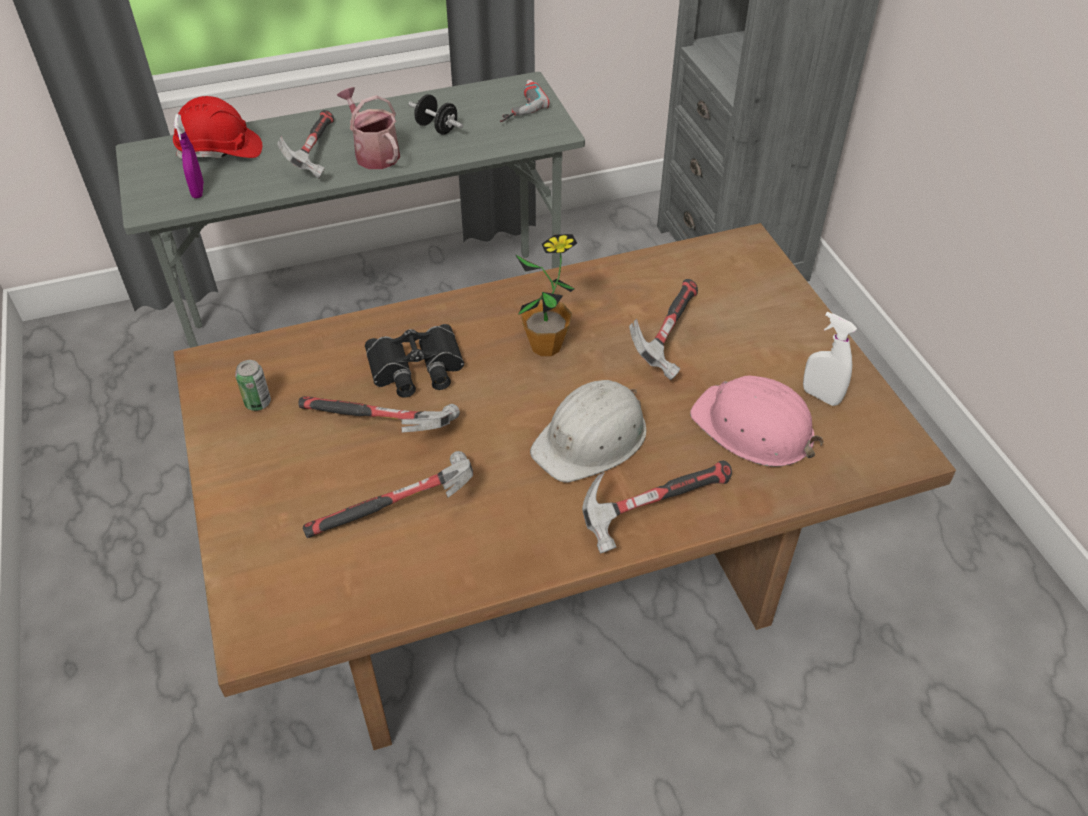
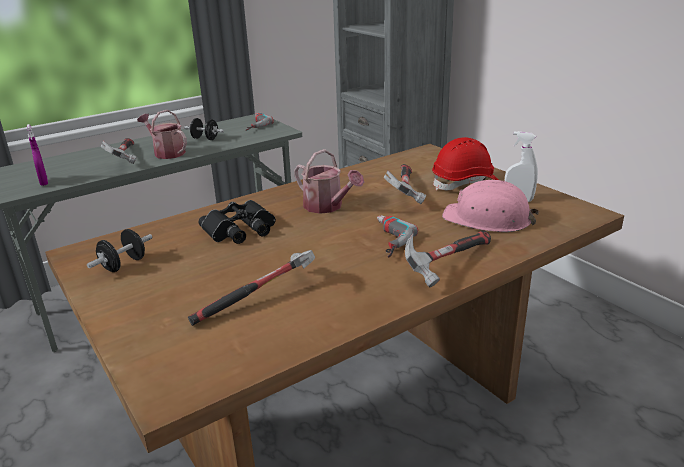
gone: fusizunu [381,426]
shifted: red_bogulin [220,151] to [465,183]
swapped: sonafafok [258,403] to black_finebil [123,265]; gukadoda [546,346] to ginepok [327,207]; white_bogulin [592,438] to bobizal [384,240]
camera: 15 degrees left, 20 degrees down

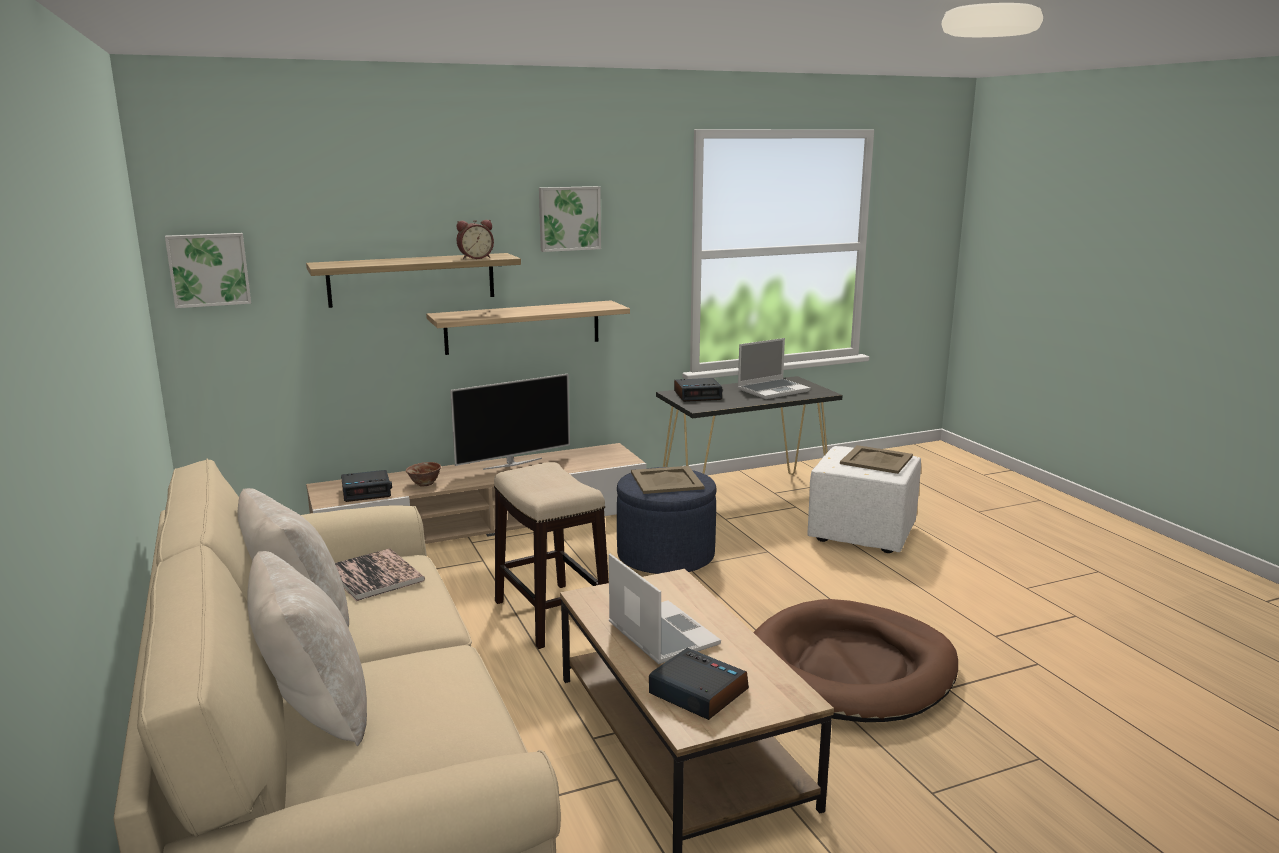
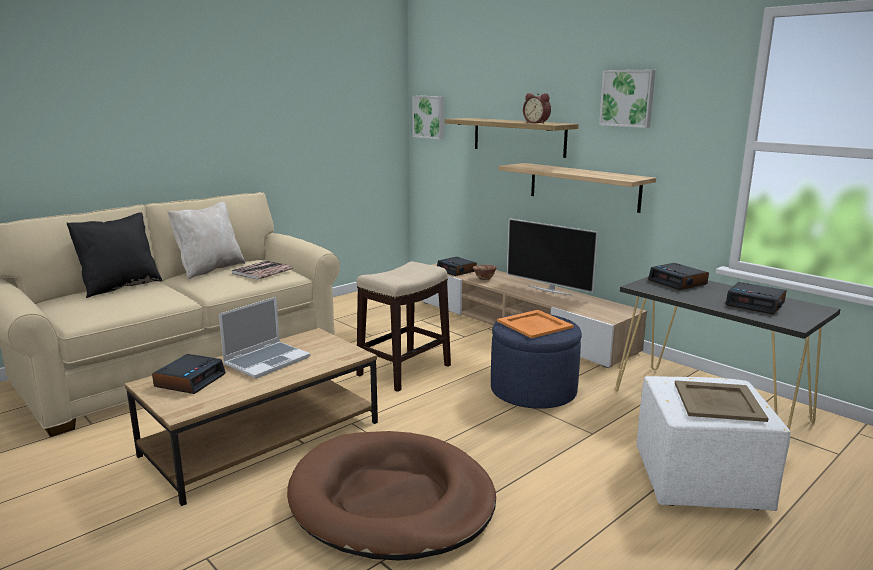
swapped: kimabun [773,390] to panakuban [755,304]
repainted: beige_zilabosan [313,710] to black_zilabosan [120,286]; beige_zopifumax [667,480] to orange_zopifumax [535,324]
camera: 70 degrees right, 0 degrees up

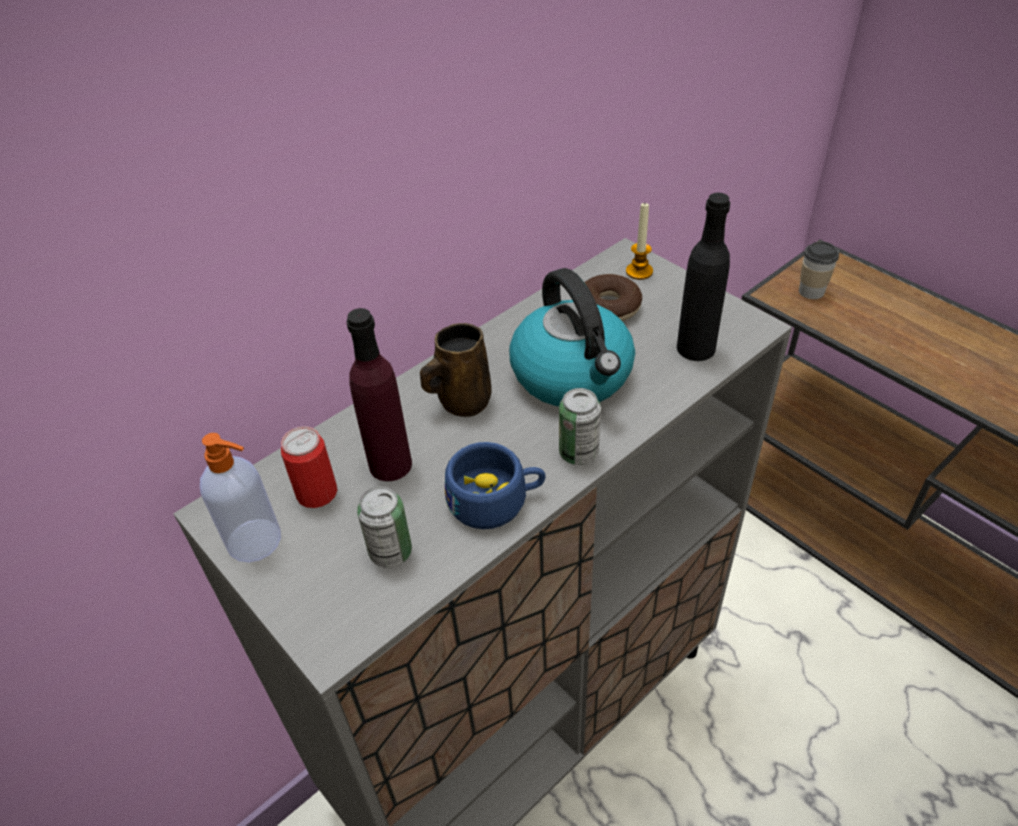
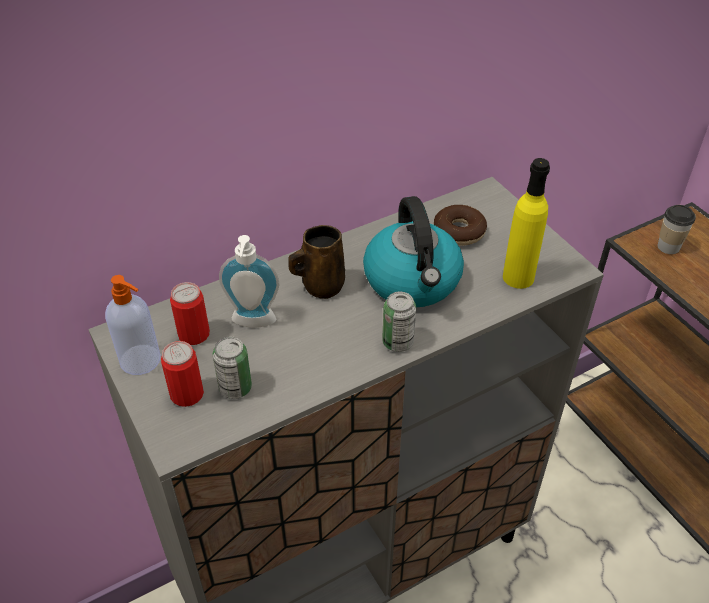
gone: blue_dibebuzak [496,500]; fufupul [639,271]
new: sonafafok [187,394]
swapped: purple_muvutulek [390,464] to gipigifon [253,324]
repainted: black_muvutulek [695,348] to yellow_muvutulek [518,277]
camera: 10 degrees right, 0 degrees up

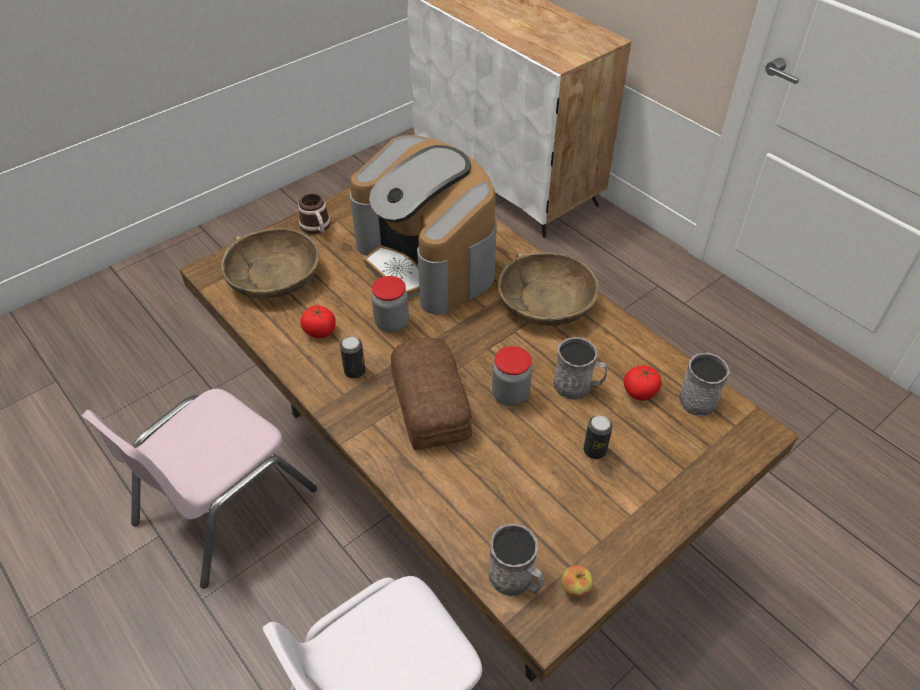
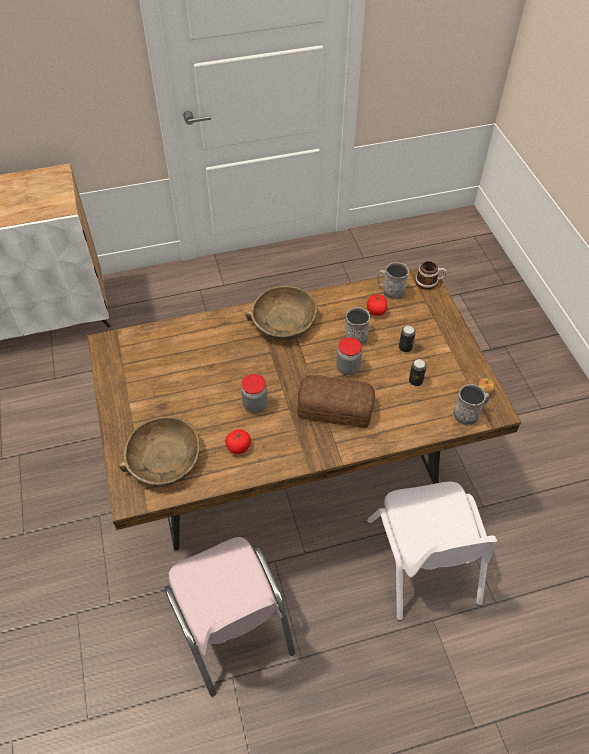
gone: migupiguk [428,260]
shifted: sonafafok [355,371] to [415,381]; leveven [317,228] to [429,282]
camera: 65 degrees left, 5 degrees up

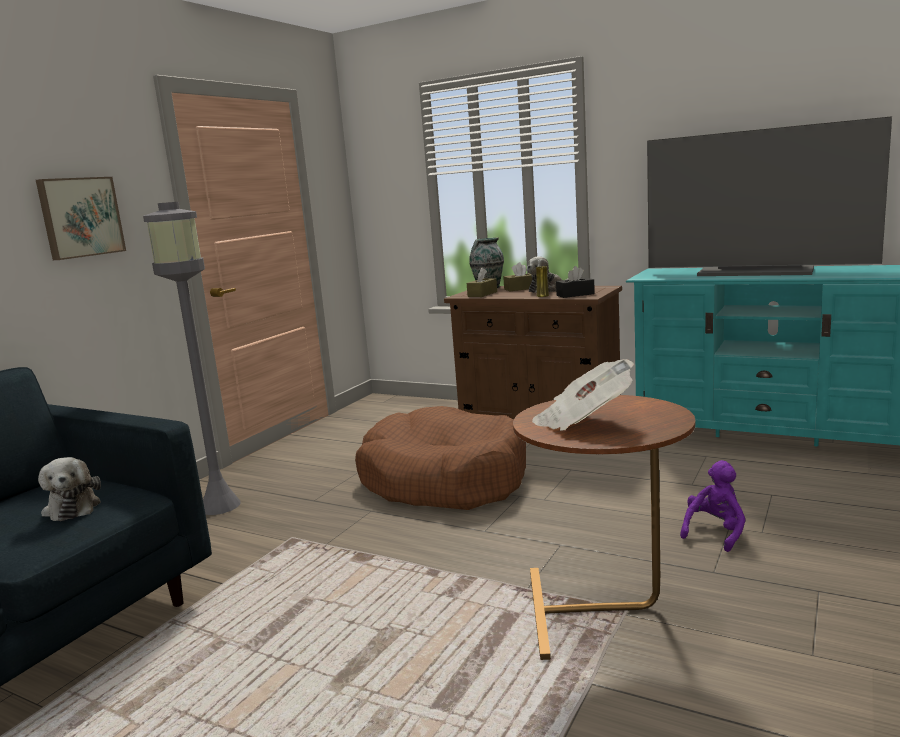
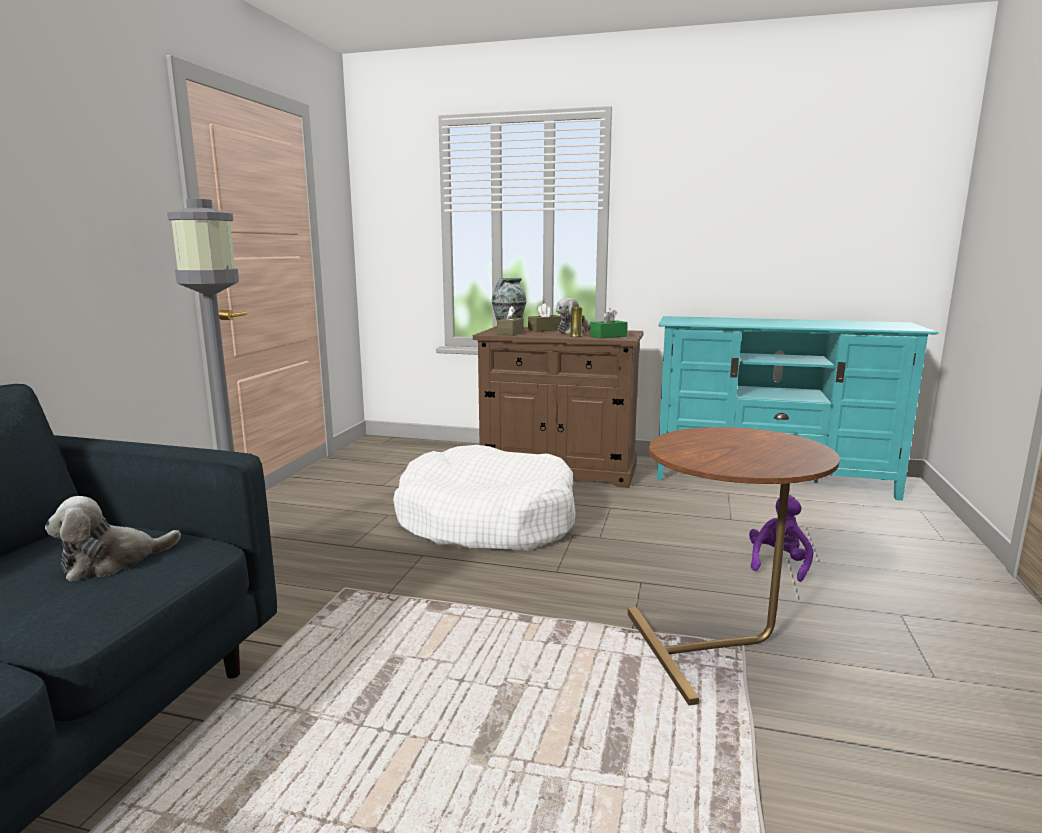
gone: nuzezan [80,217]; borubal [583,421]; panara [756,271]
repainted: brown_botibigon [444,480] to white_botibigon [486,520]; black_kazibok [575,294] to green_kazibok [608,336]
rotated: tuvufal [72,507] = [112,562] 90 degrees clockwise
camera: 15 degrees left, 0 degrees up

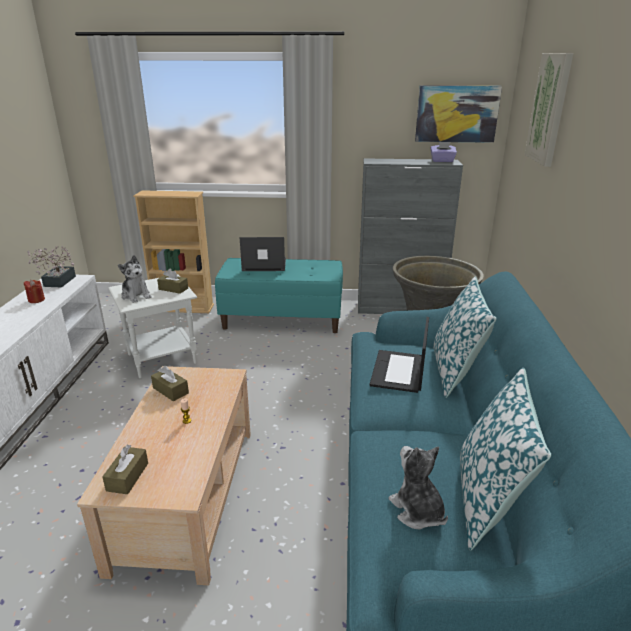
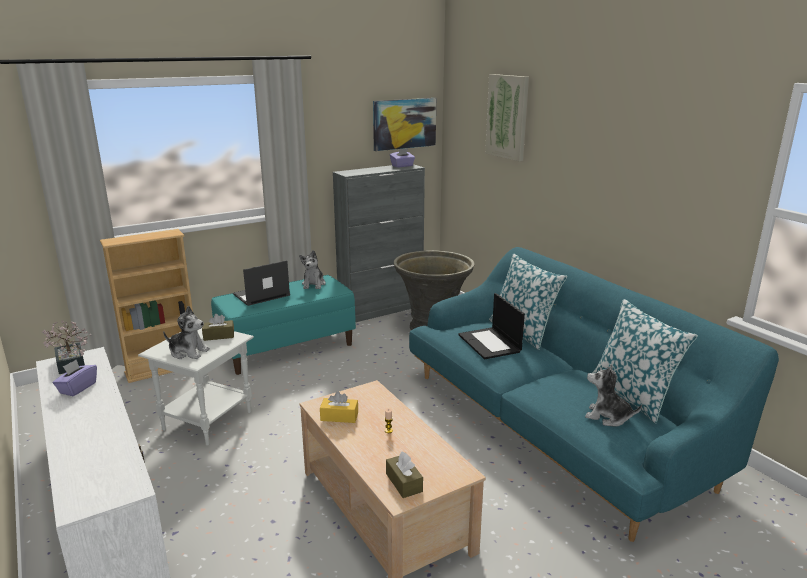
new: tuvufal [313,284]
swapped: red_fufupul [36,300] to purple_kazibok [77,388]
repainted: brown_kazibok [170,390] to yellow_kazibok [339,416]
camera: 35 degrees left, 5 degrees down

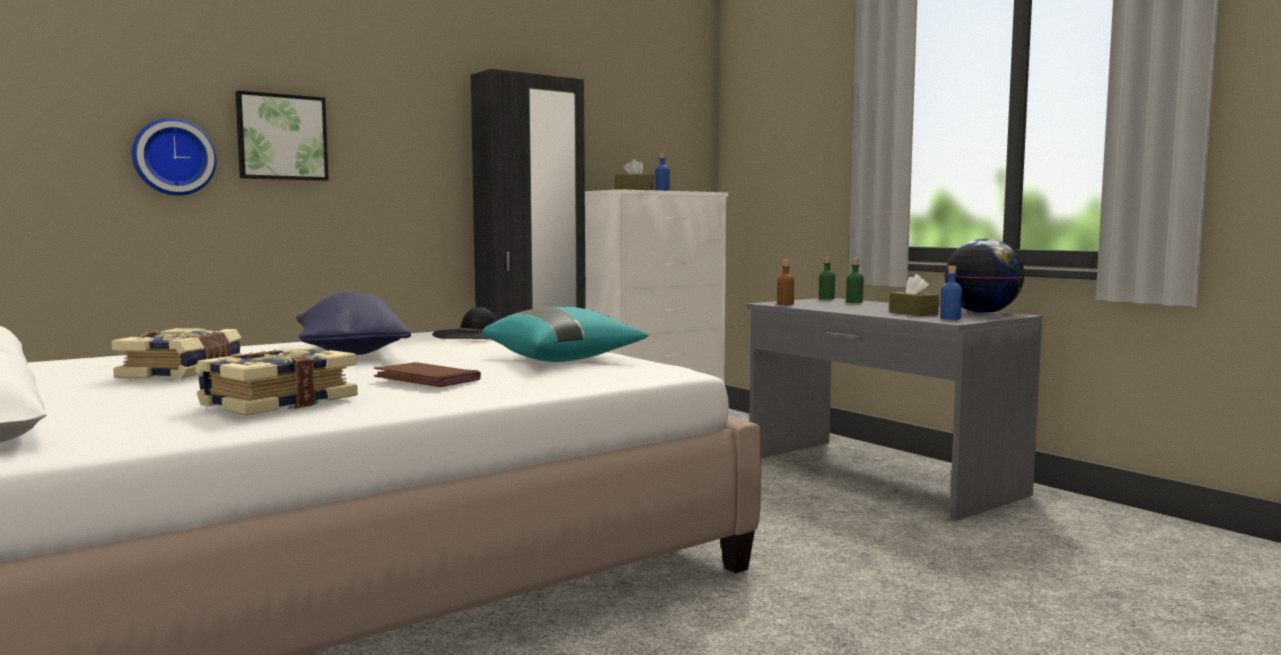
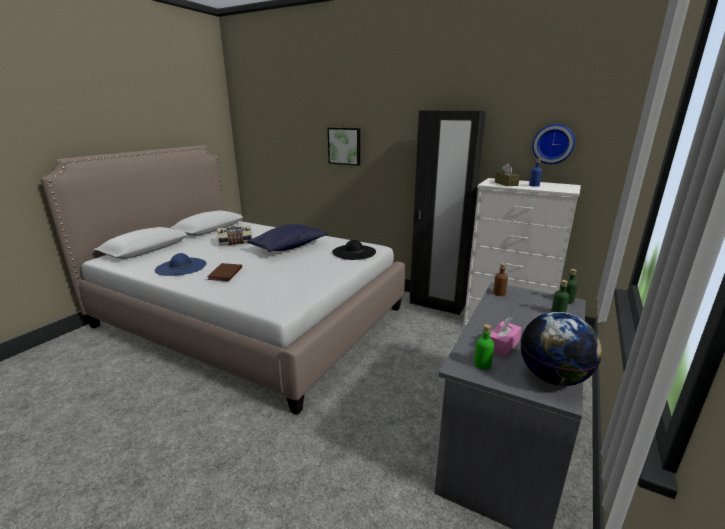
gone: turquoise_zilabosan [564,359]
shifted: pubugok [173,157] to [553,144]
swapped: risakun [277,402] to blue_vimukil [181,267]
repainted: blue_muvutulek [950,318] to green_muvutulek [482,364]; brown_kazibok [913,313] to pink_kazibok [502,345]
camera: 65 degrees right, 15 degrees up

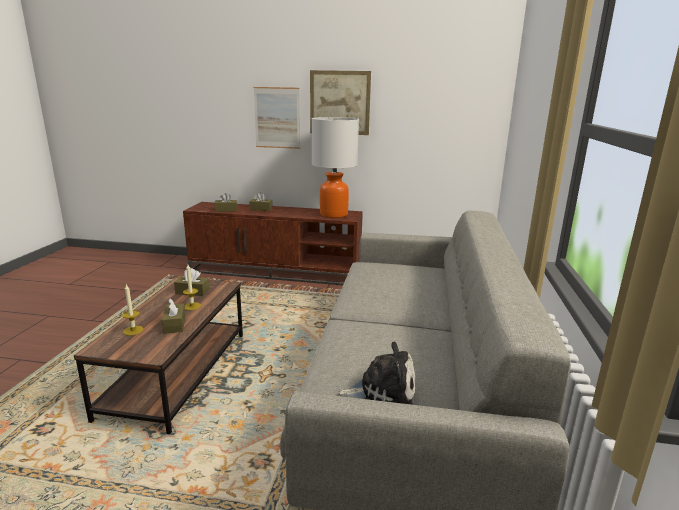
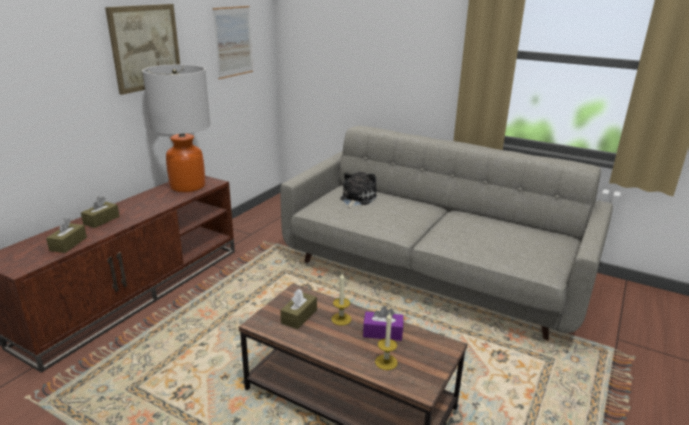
shifted: nuzezan [277,118] to [233,41]; tuvufal [382,393] to [356,199]
repainted: brown_kazibok [174,324] to purple_kazibok [382,332]
camera: 70 degrees left, 5 degrees up

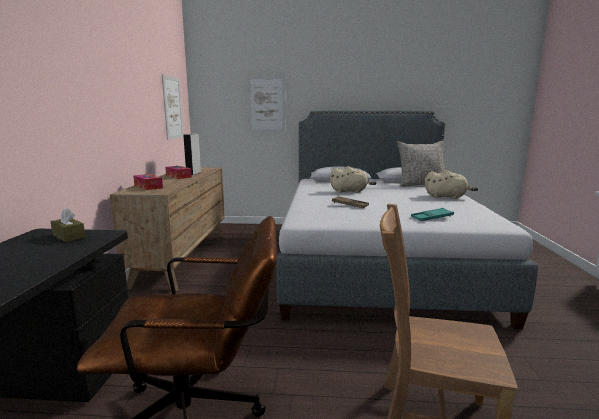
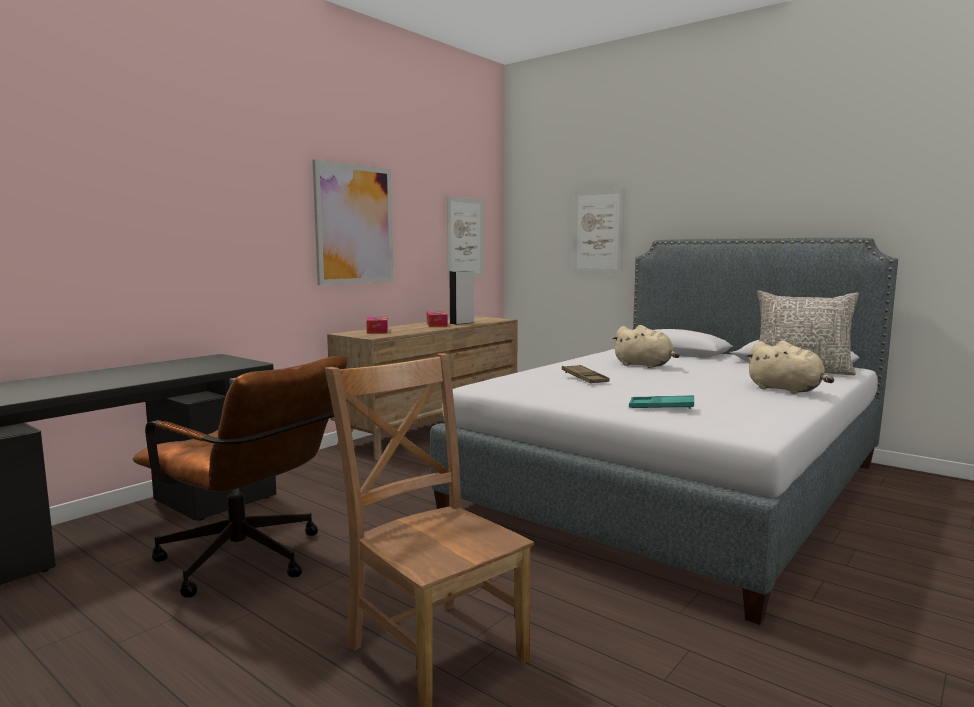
gone: brown_kazibok [69,236]
new: nuzezan [354,224]
camera: 35 degrees right, 5 degrees down

